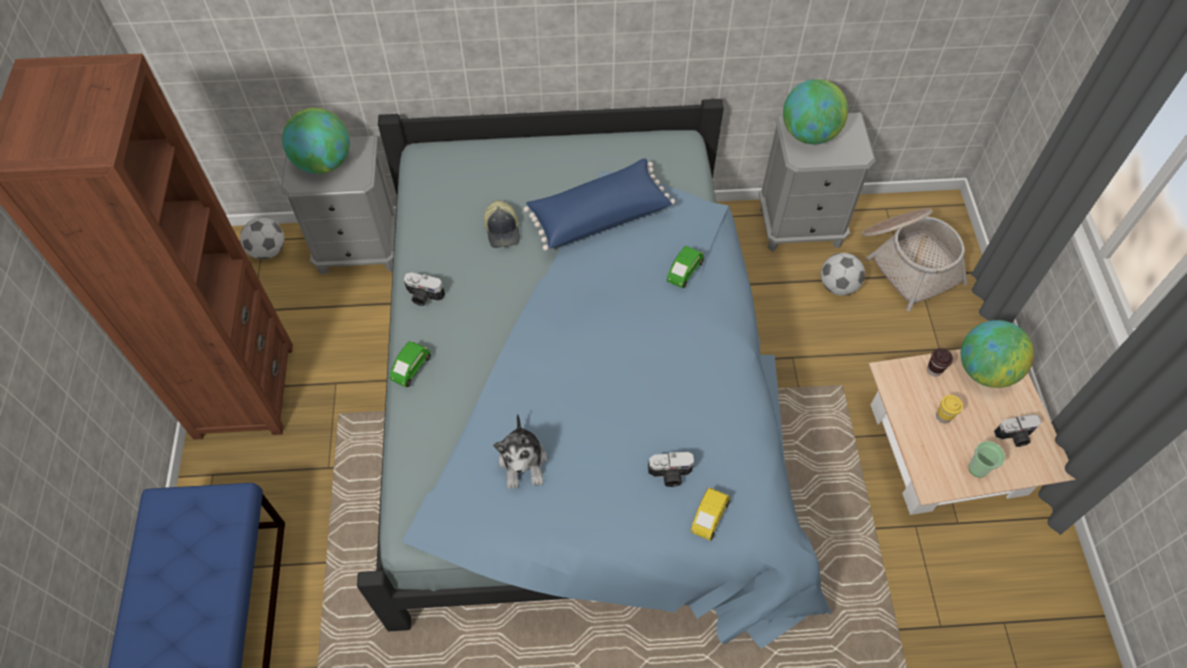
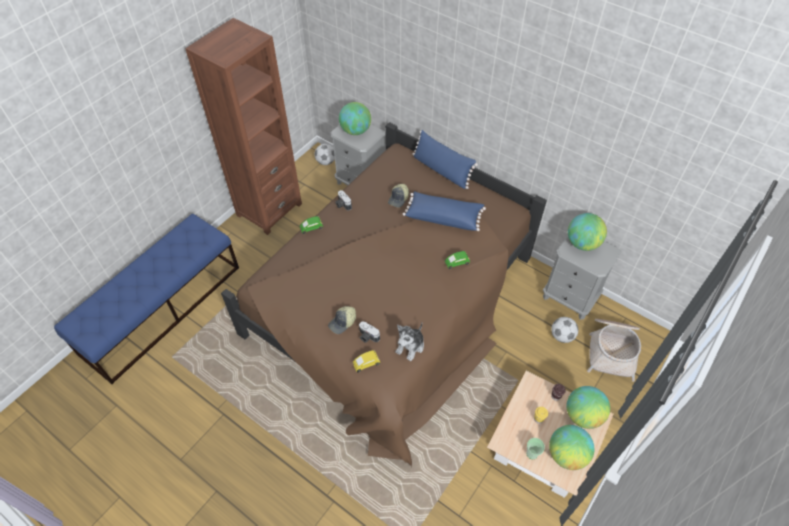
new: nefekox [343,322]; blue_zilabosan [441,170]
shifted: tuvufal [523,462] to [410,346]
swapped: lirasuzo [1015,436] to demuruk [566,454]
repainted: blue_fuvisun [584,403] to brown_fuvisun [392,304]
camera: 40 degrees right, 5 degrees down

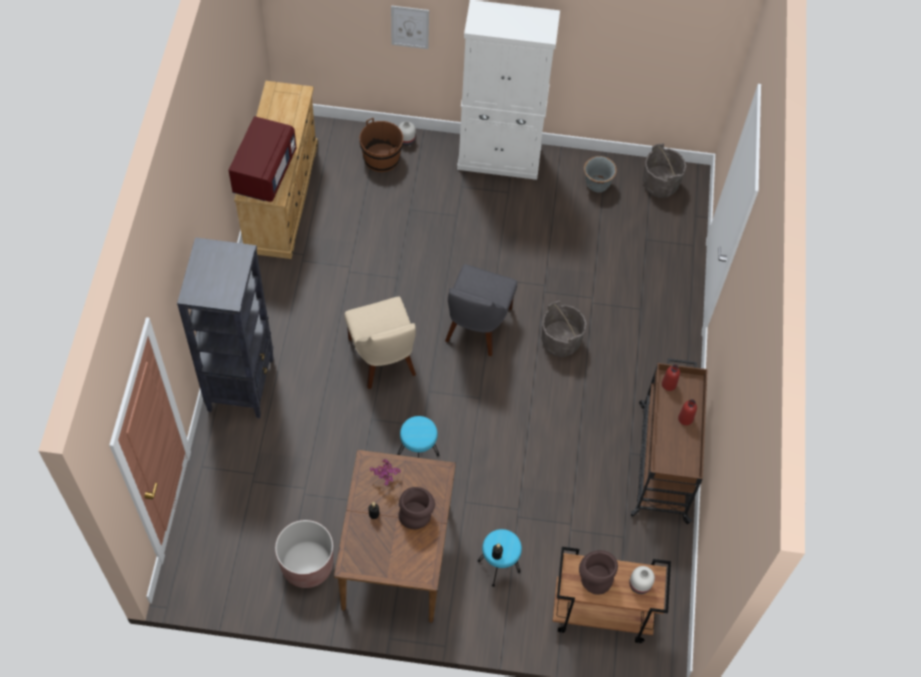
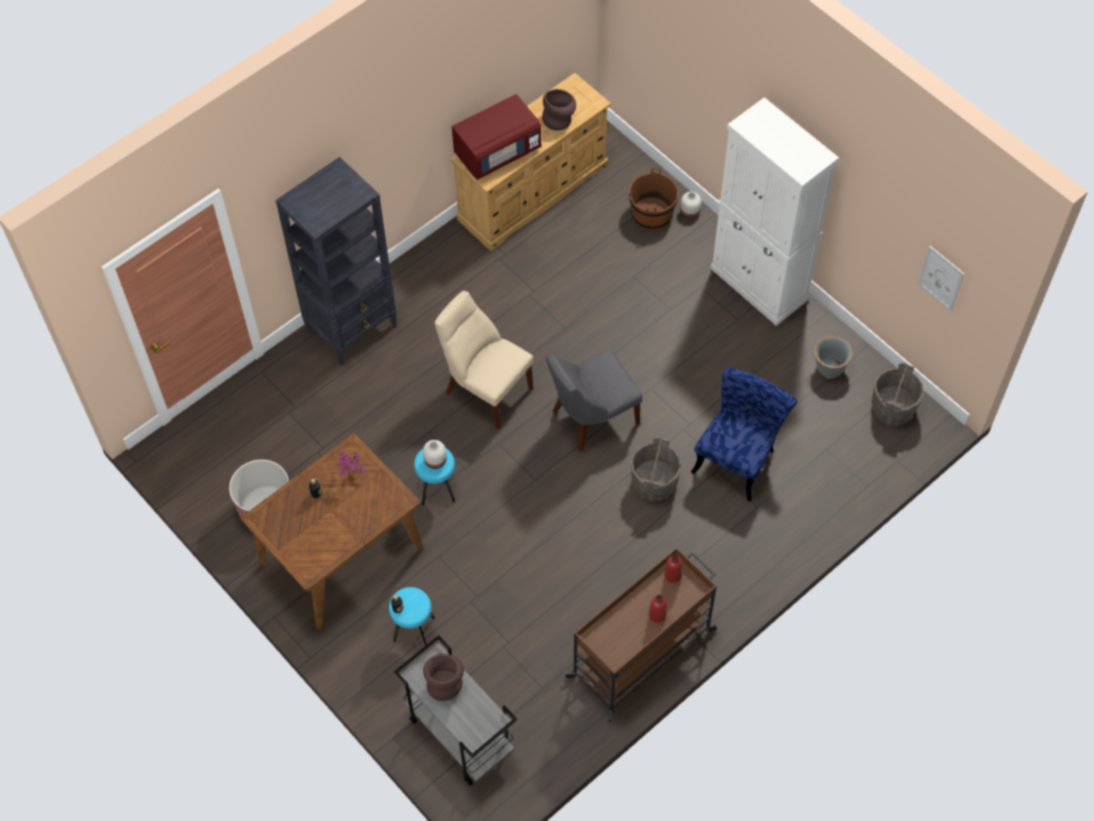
new: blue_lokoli [738,457]
shifted: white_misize [640,585] to [435,461]; brown_misize [416,513] to [559,119]; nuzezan [410,27] to [940,278]
repainted: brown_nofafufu [600,614] to grey_nofafufu [459,734]
rotated: beige_lokoli [383,359] = [485,389] 105 degrees clockwise
camera: 45 degrees right, 0 degrees up

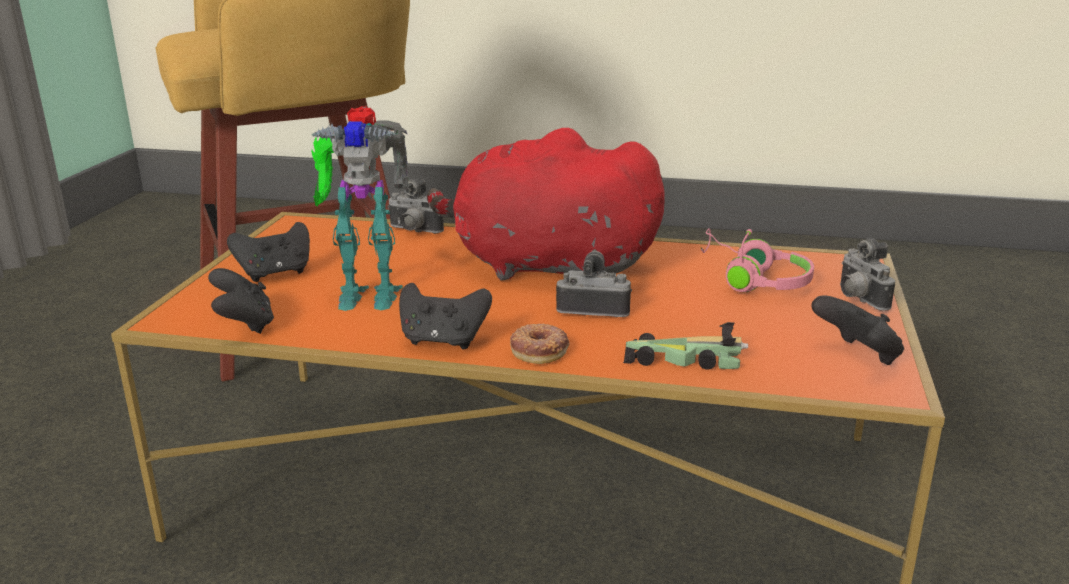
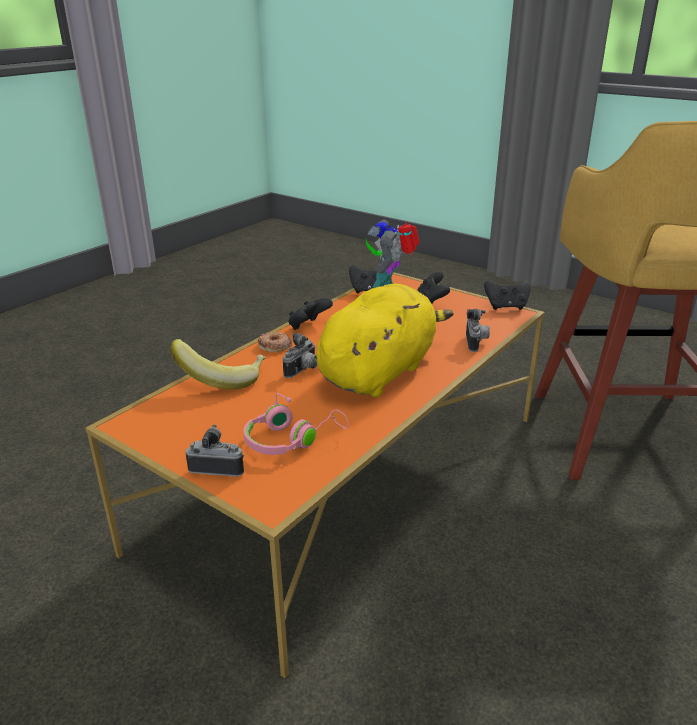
shifted: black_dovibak [857,356] to [506,307]
swapped: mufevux [684,358] to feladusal [223,379]
repainted: red_tuvufal [545,267] to yellow_tuvufal [379,372]
rotated: lirasuzo [413,231] = [476,343] 135 degrees clockwise
camera: 115 degrees right, 5 degrees up

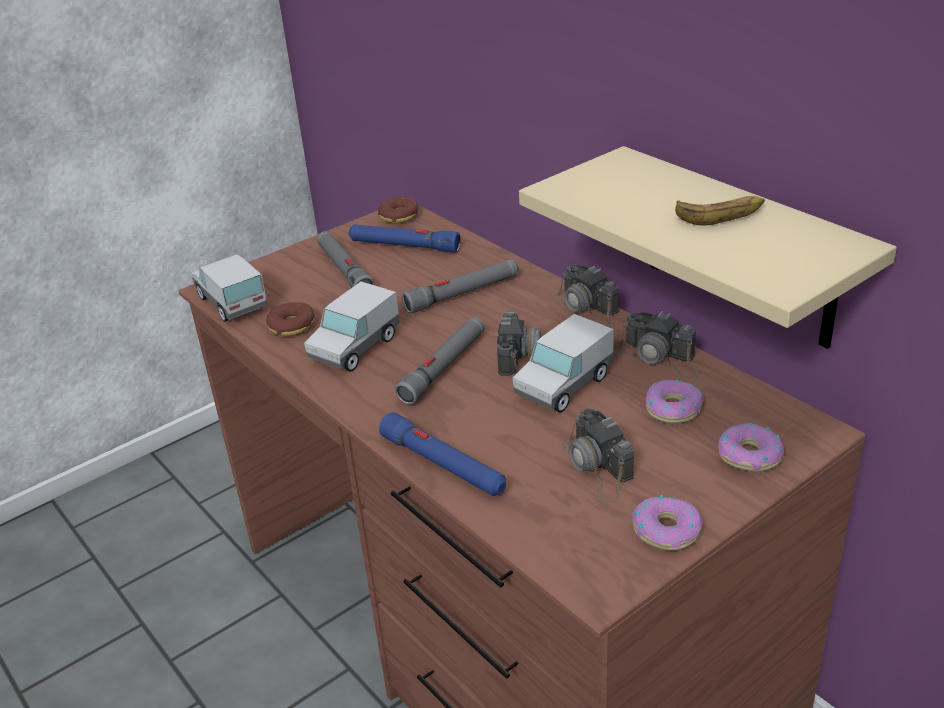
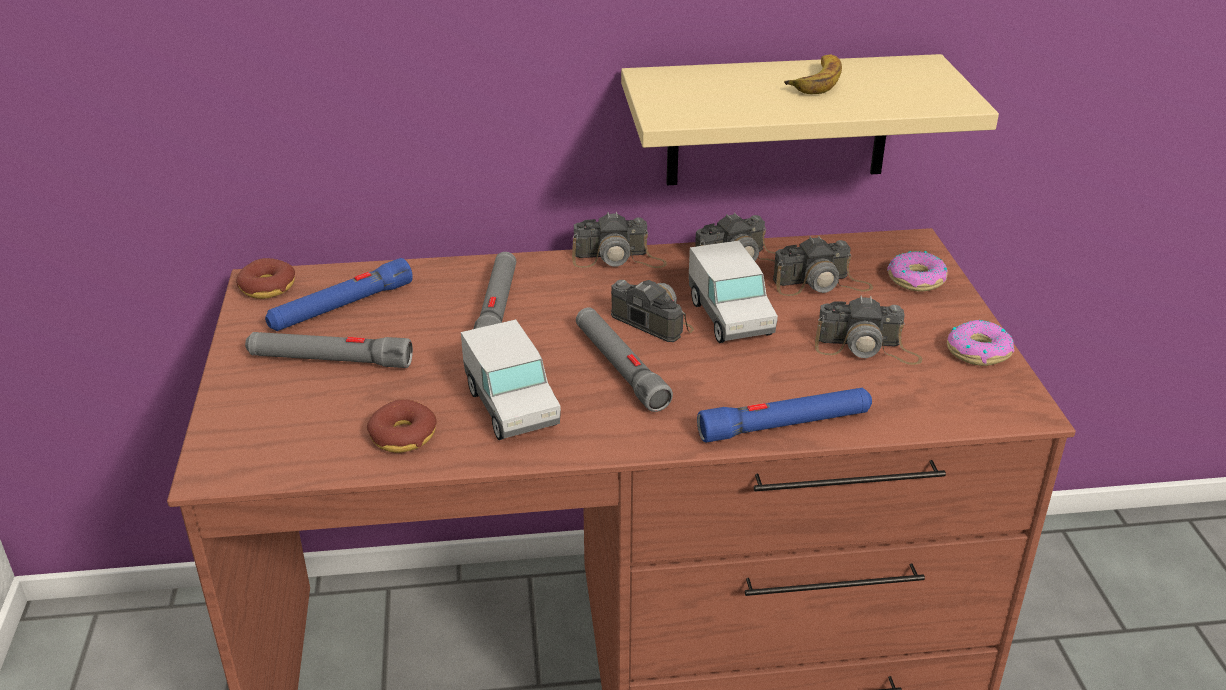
gone: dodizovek [232,303]
swapped: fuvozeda [672,409] to lirasuzo [821,284]
camera: 60 degrees left, 0 degrees up

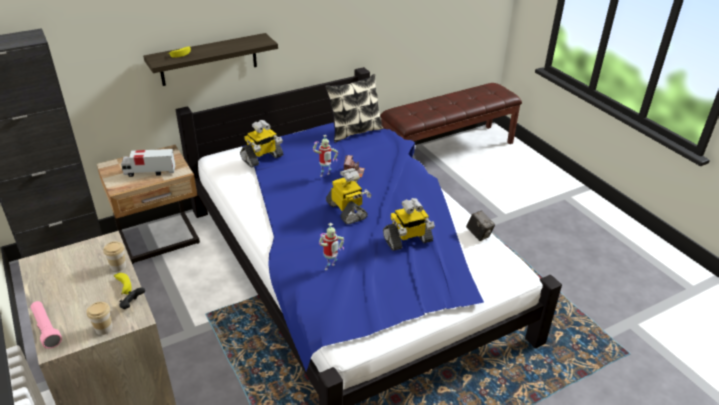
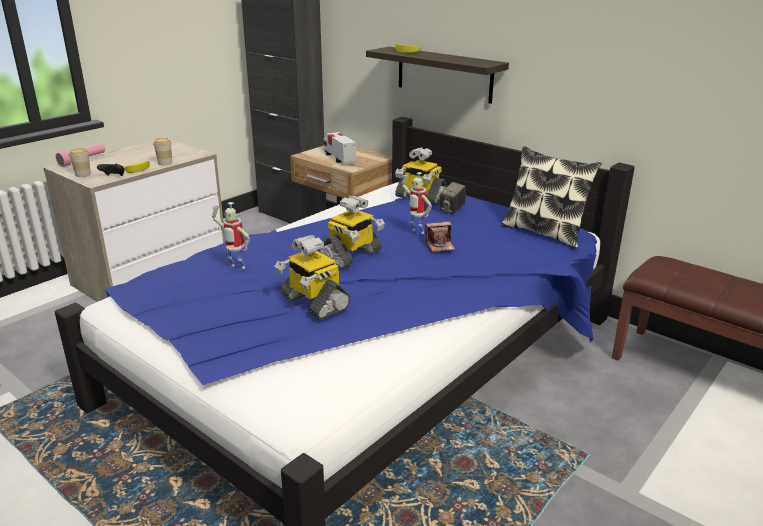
shifted: lirasuzo [479,234] to [452,210]
camera: 70 degrees right, 10 degrees down

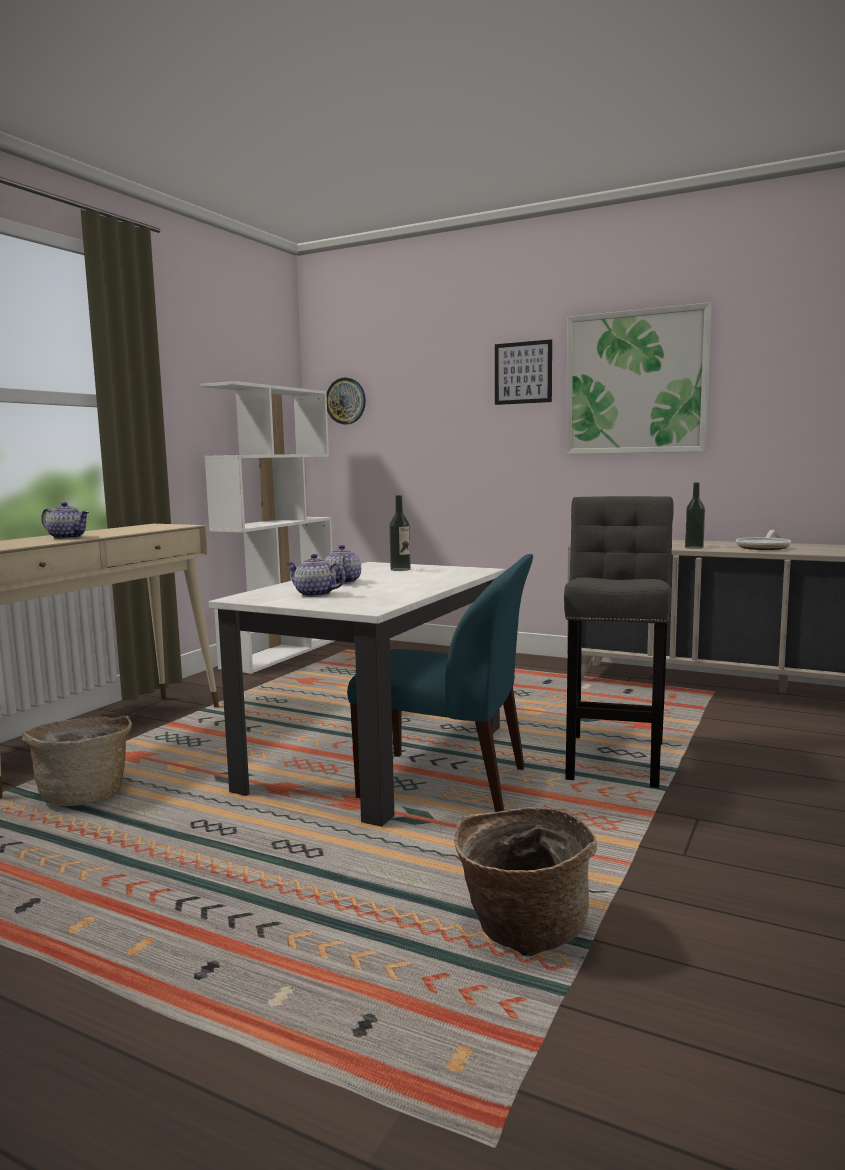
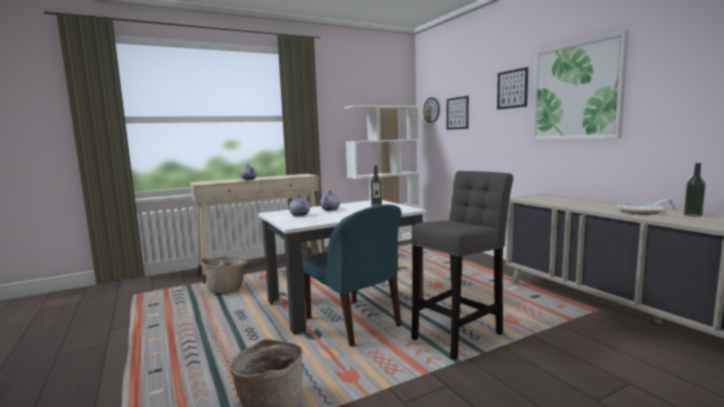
new: nuzezan [457,113]
shifted: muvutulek [694,547] to [692,215]
camera: 35 degrees right, 0 degrees up

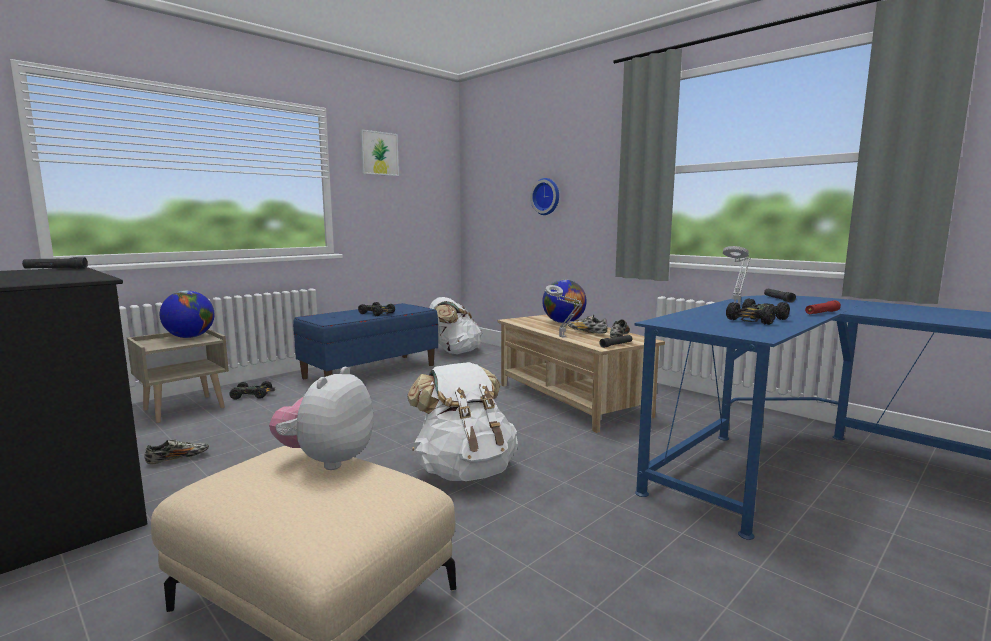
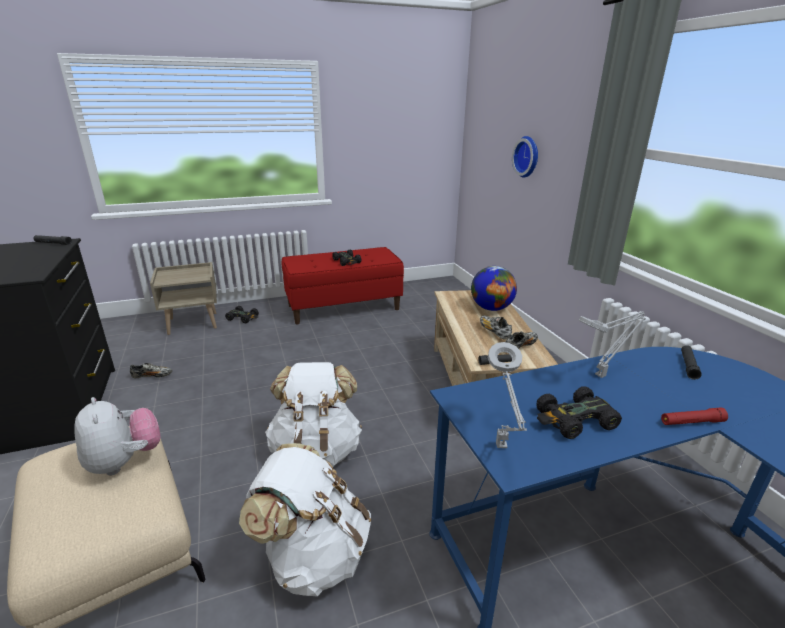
gone: demuruk [190,337]; nuzezan [379,153]
shifted: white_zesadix [455,352] to [314,555]; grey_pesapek [563,337] to [501,449]
repainted: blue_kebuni [370,371] to red_kebuni [343,307]
rotated: tuvufal [327,460] = [124,462] 105 degrees clockwise
camera: 25 degrees right, 15 degrees up

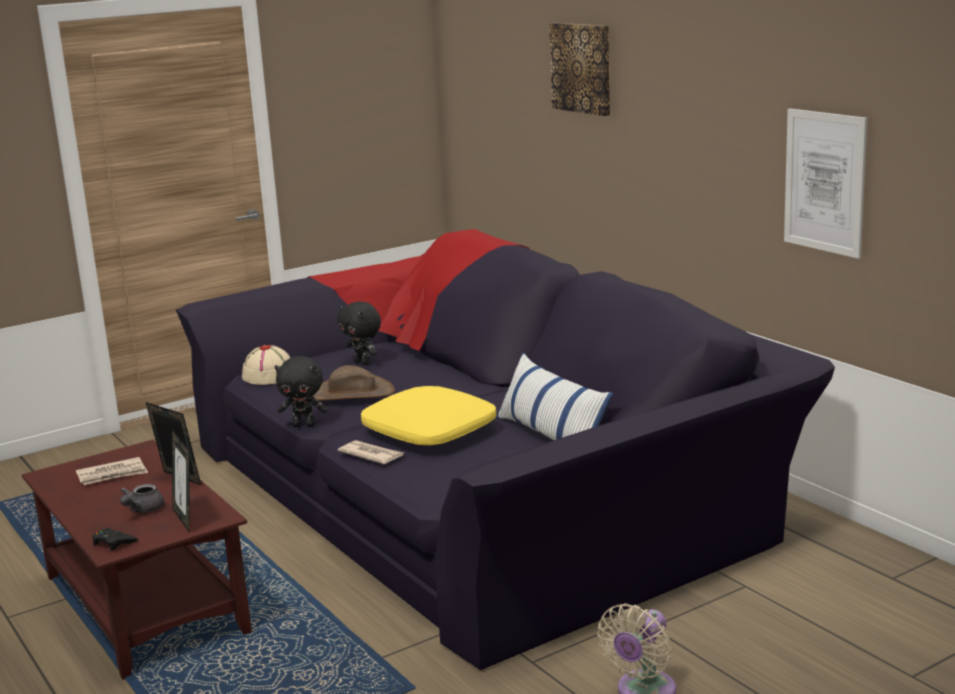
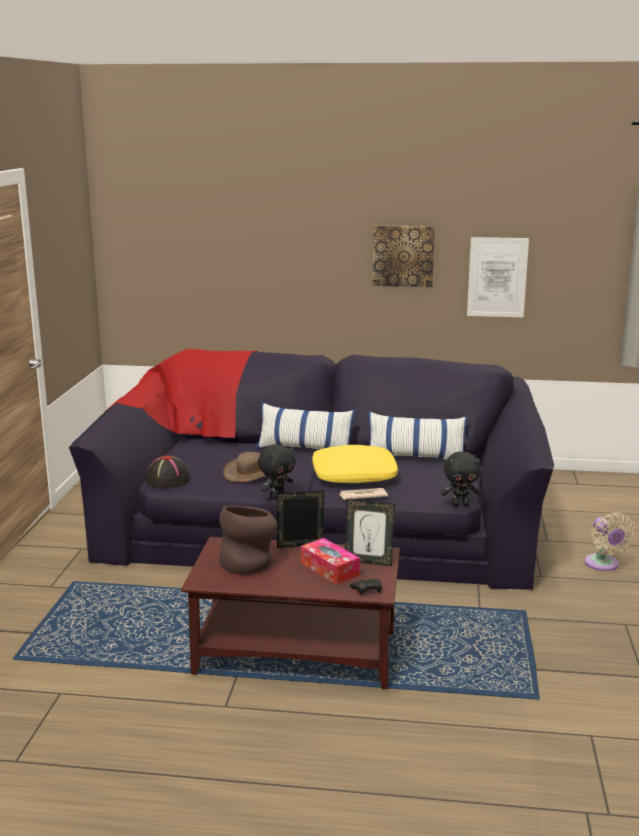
new: zilabosan [305,448]
shifted: nuzezan [582,68] to [403,255]; black_tuvufal [363,363] to [460,505]
swapped: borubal [112,474] to brown_misize [249,562]; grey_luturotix [142,510] to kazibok [329,569]
repainted: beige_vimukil [269,375] to black_vimukil [167,480]
camera: 50 degrees left, 0 degrees up

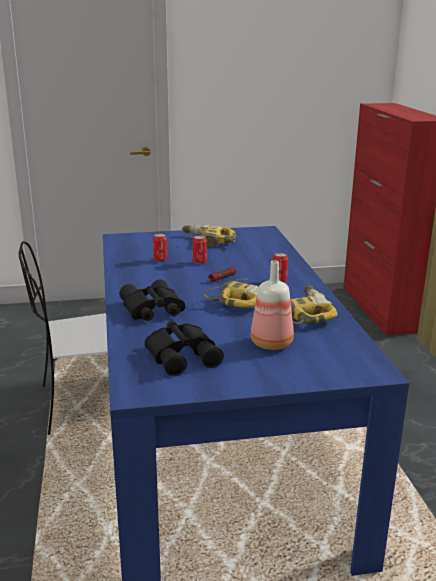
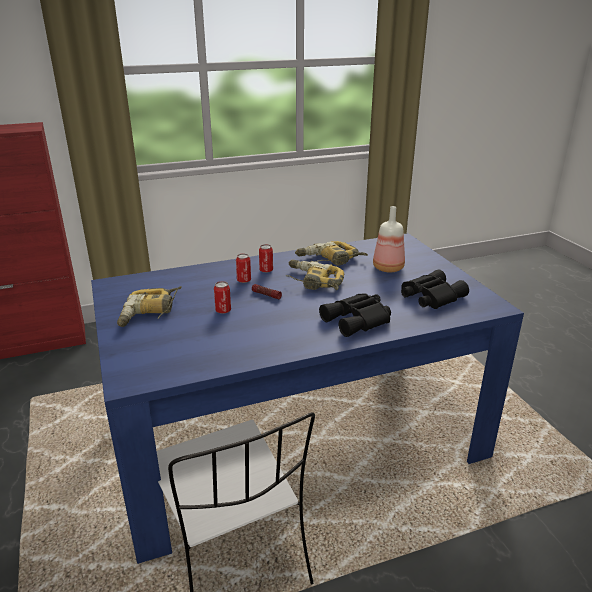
shifted: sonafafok [160,260] to [244,280]
camera: 100 degrees left, 5 degrees up

